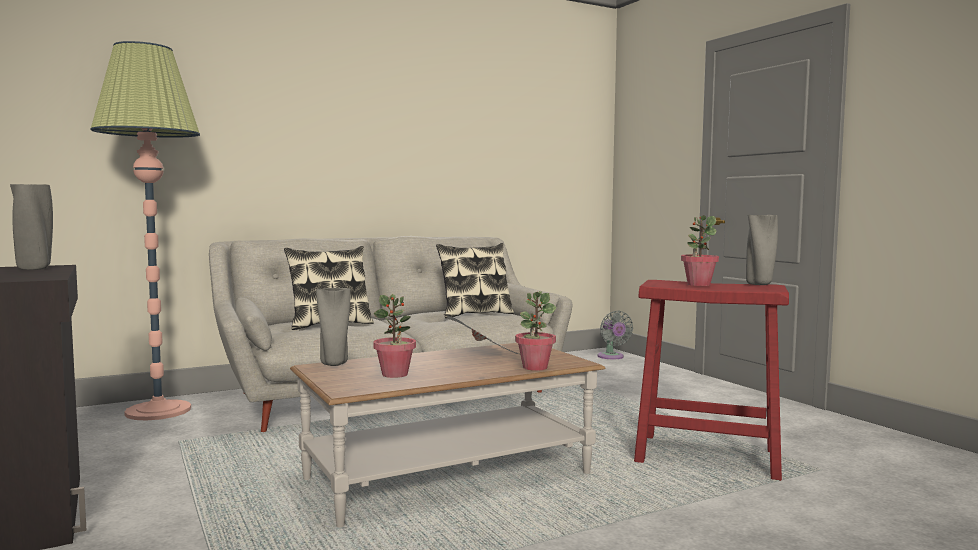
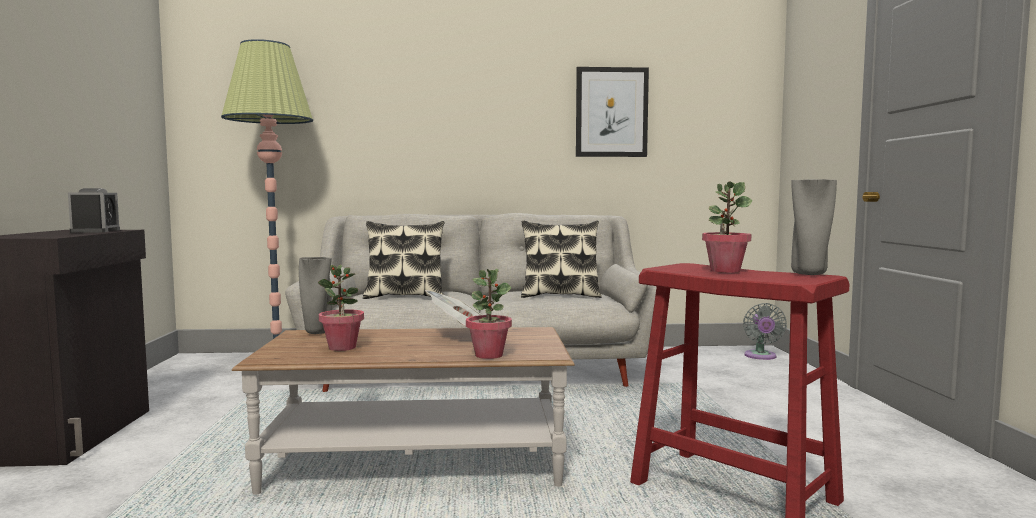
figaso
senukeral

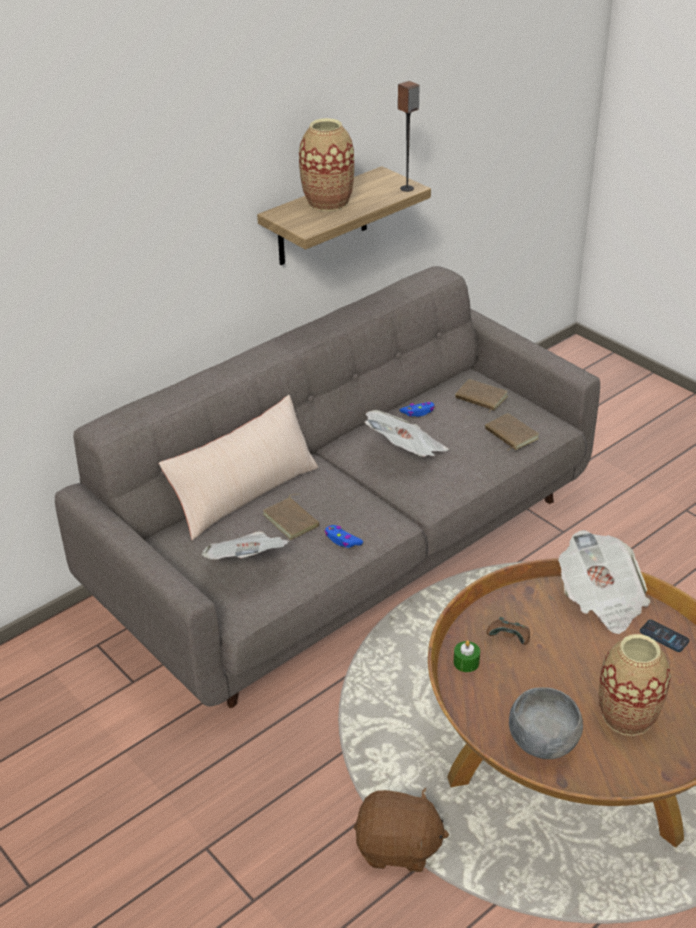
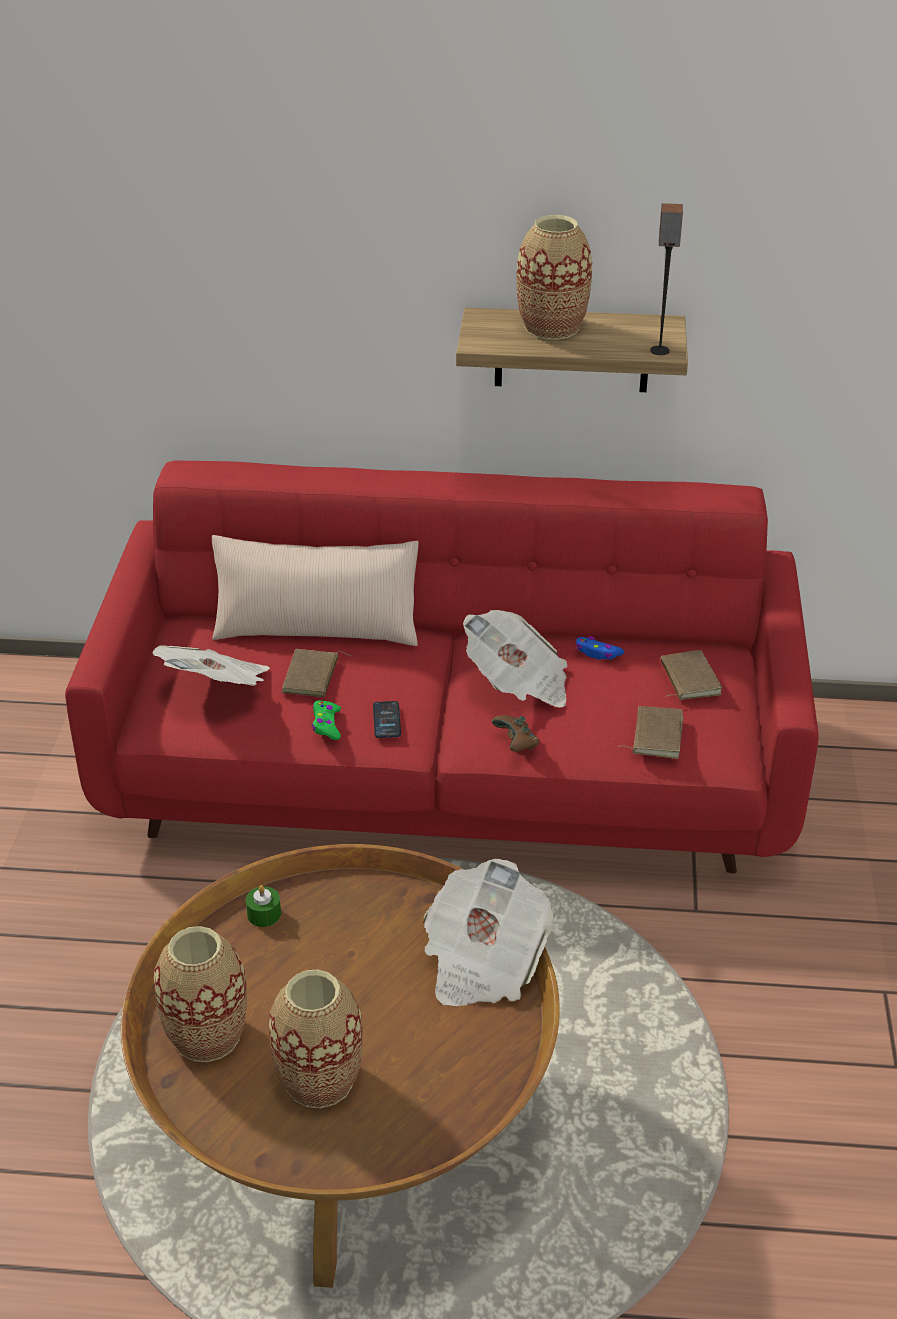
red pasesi
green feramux
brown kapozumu
brown feramux
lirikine (no. 1 from left)
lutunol

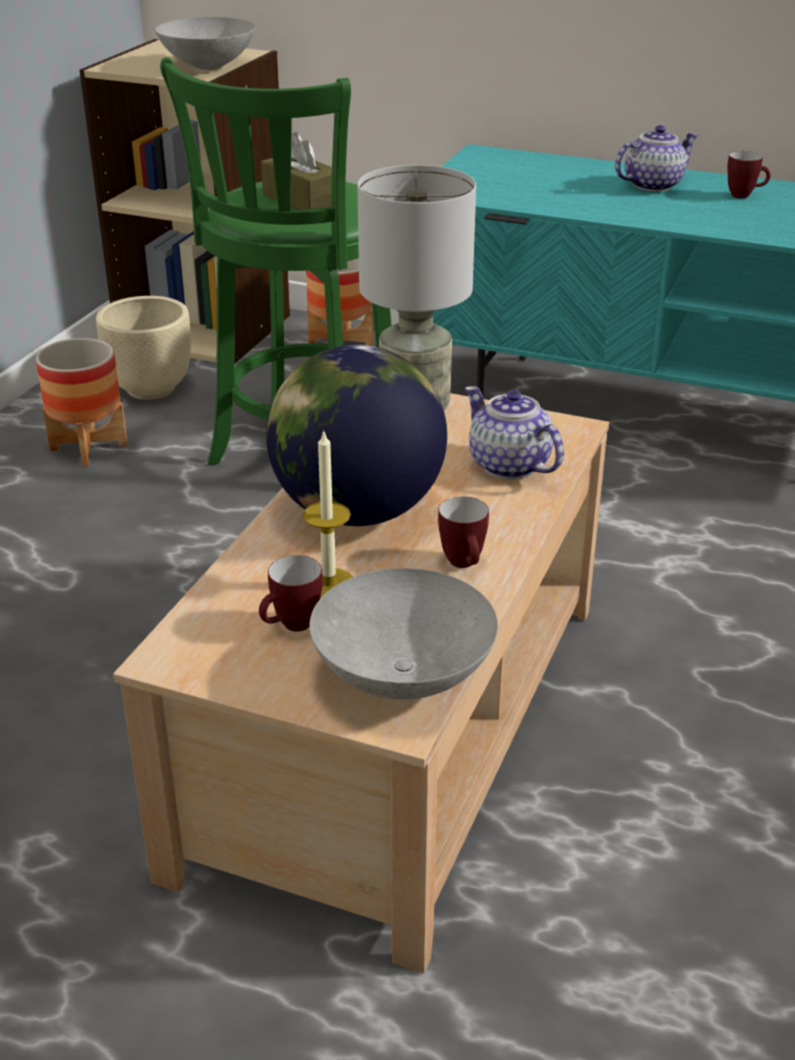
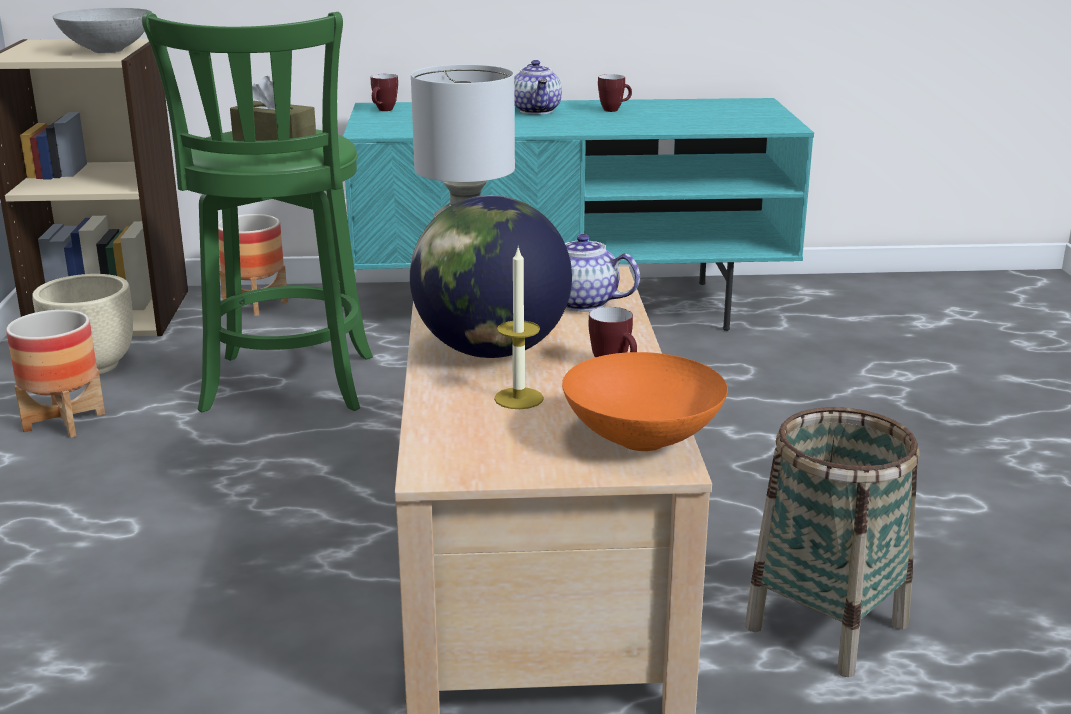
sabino (no. 1 from left)
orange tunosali
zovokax (no. 1 from left)
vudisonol

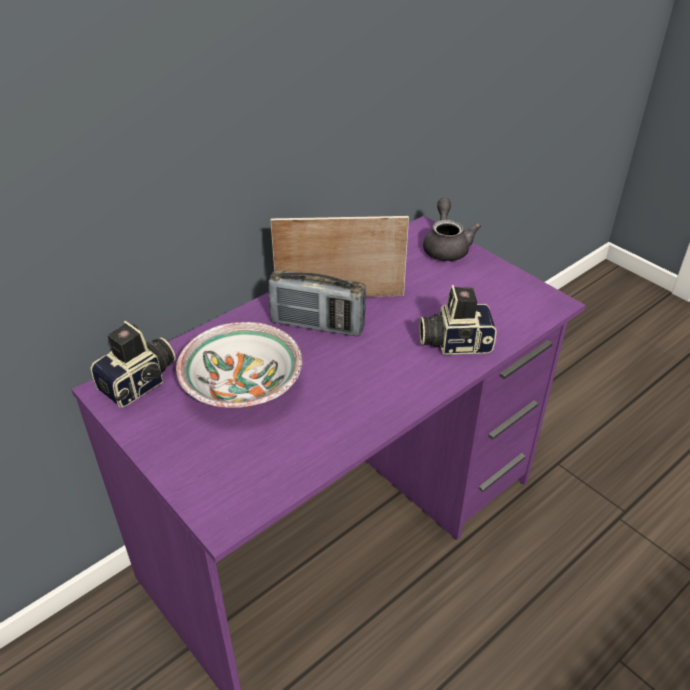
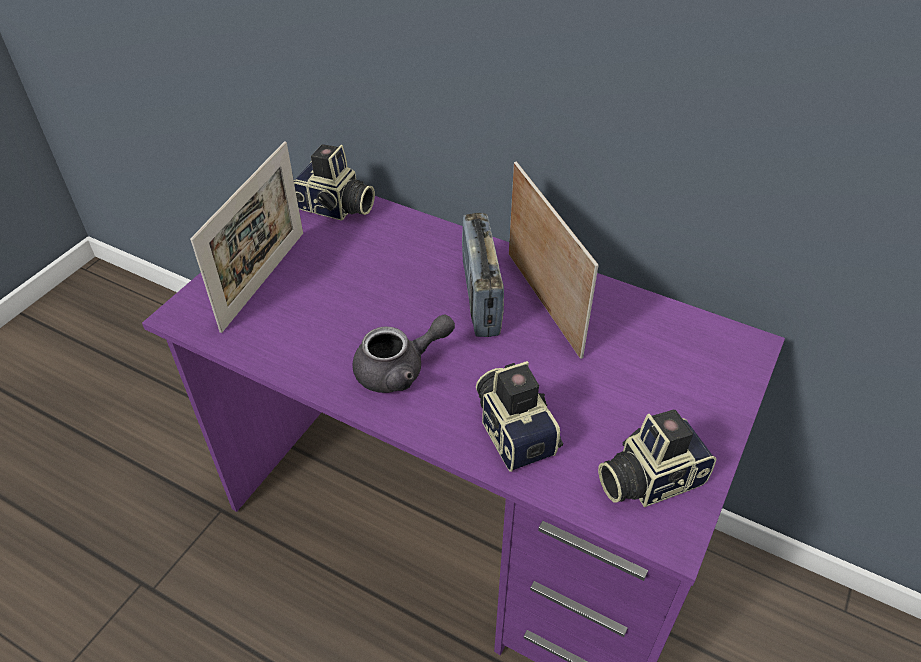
tunosali
grey zovokax
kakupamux (no. 1 from left)
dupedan (no. 3 from left)

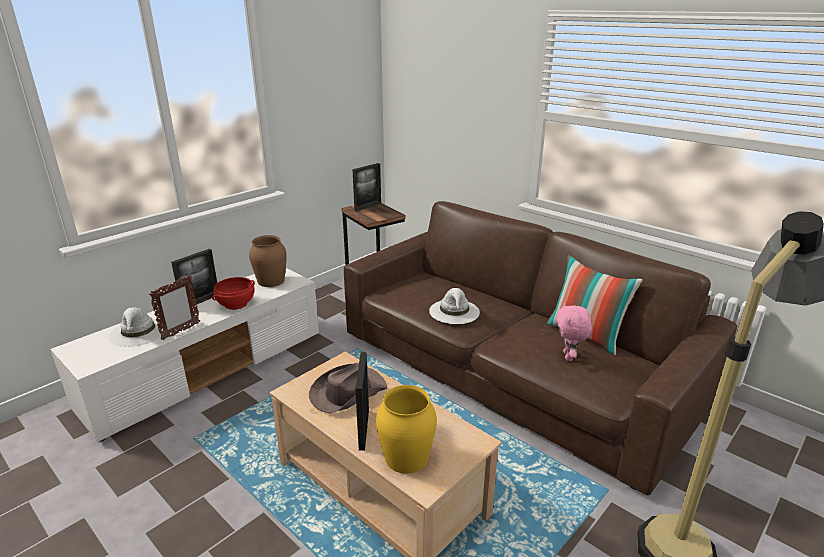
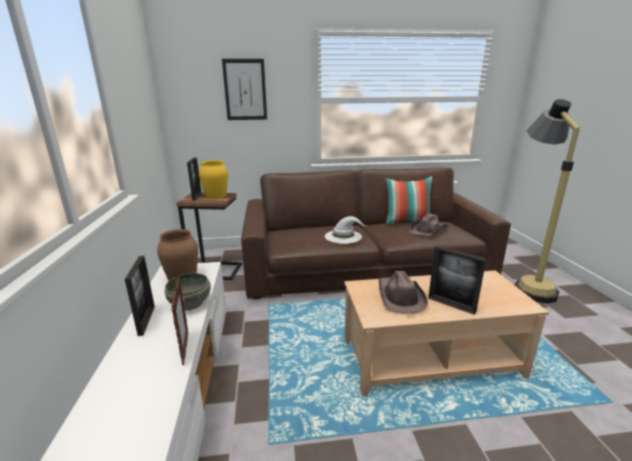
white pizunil (no. 1 from left in the first image)
grey tunosali
yellow lirikine
brown pizunil (no. 2 from left)
senukeral

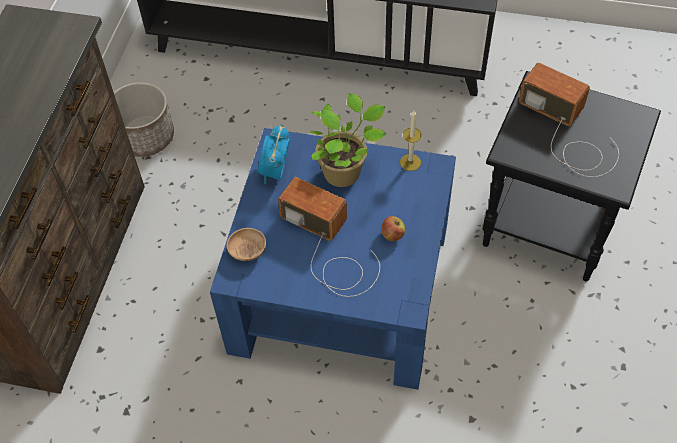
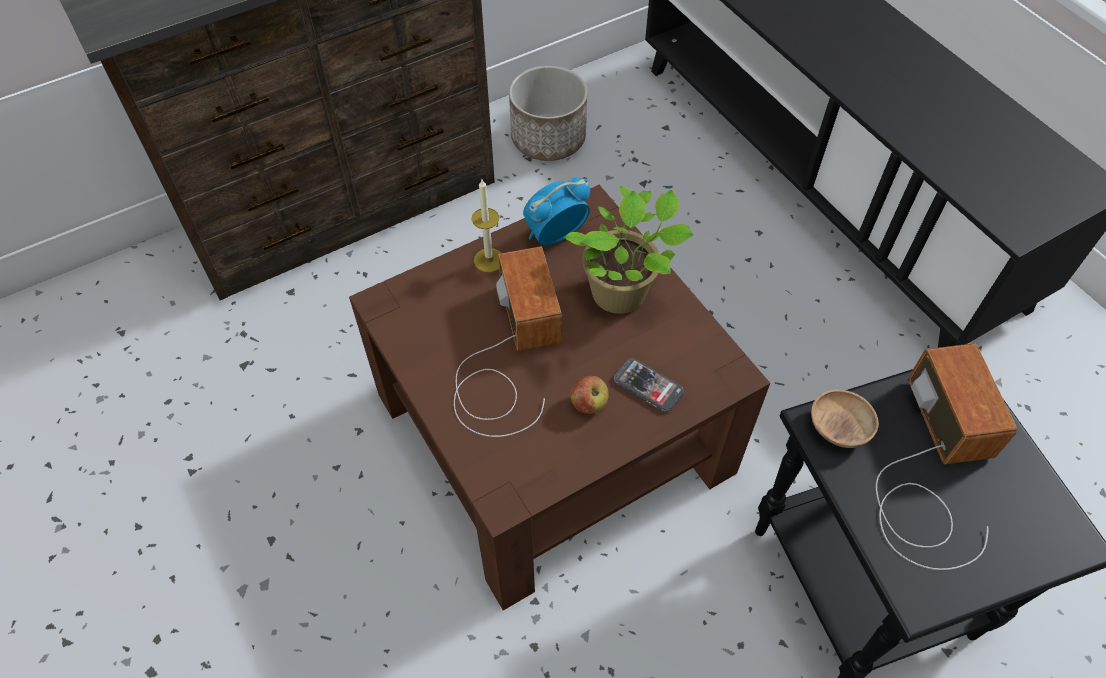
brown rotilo
brown tunosali
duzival
lutunol

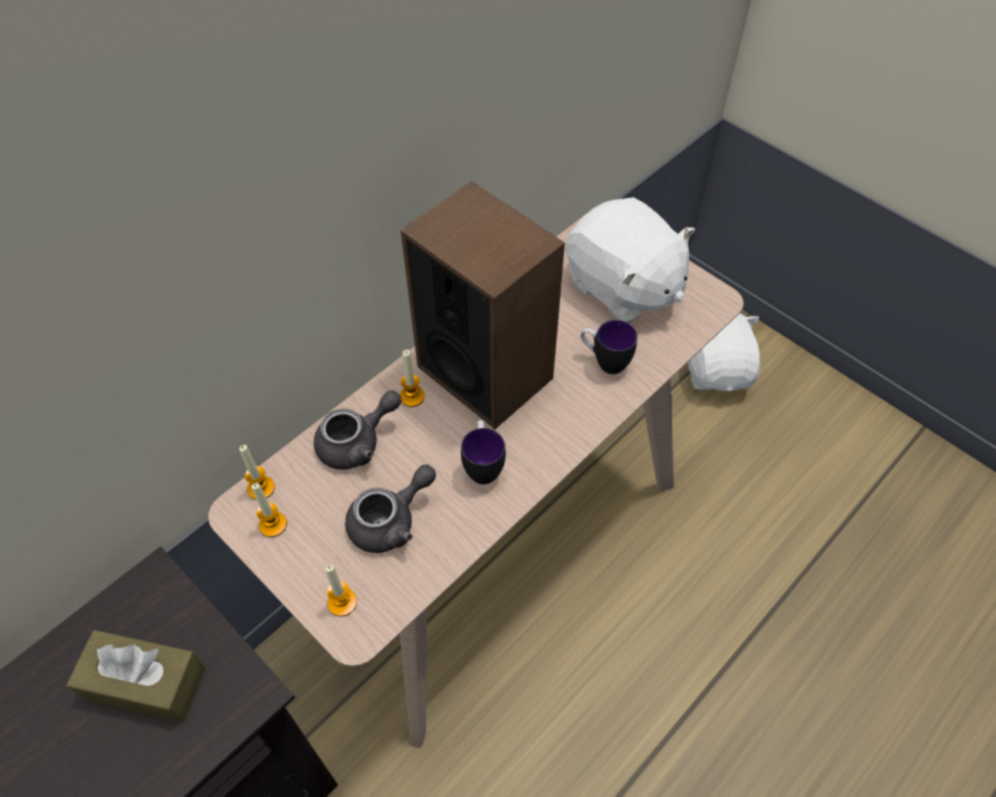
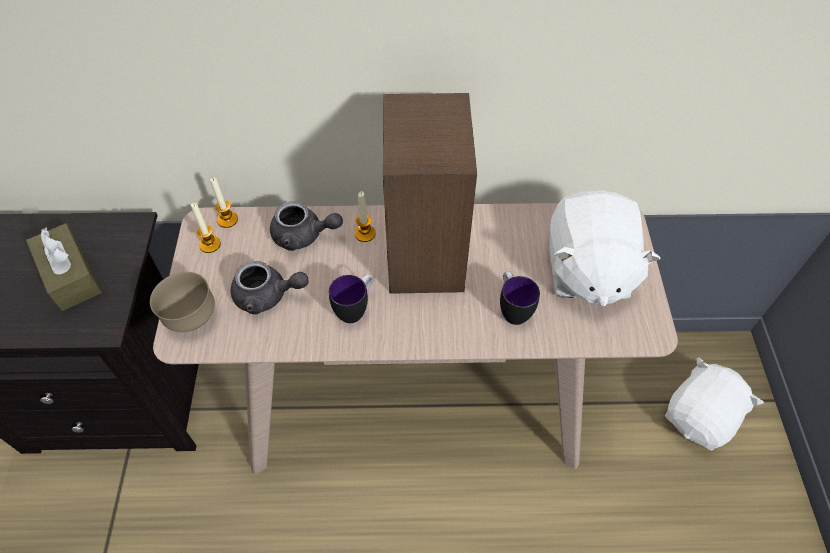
brown tunosali

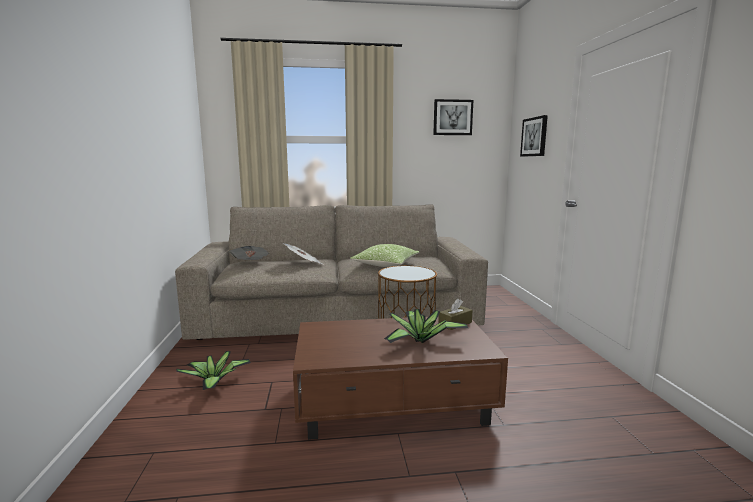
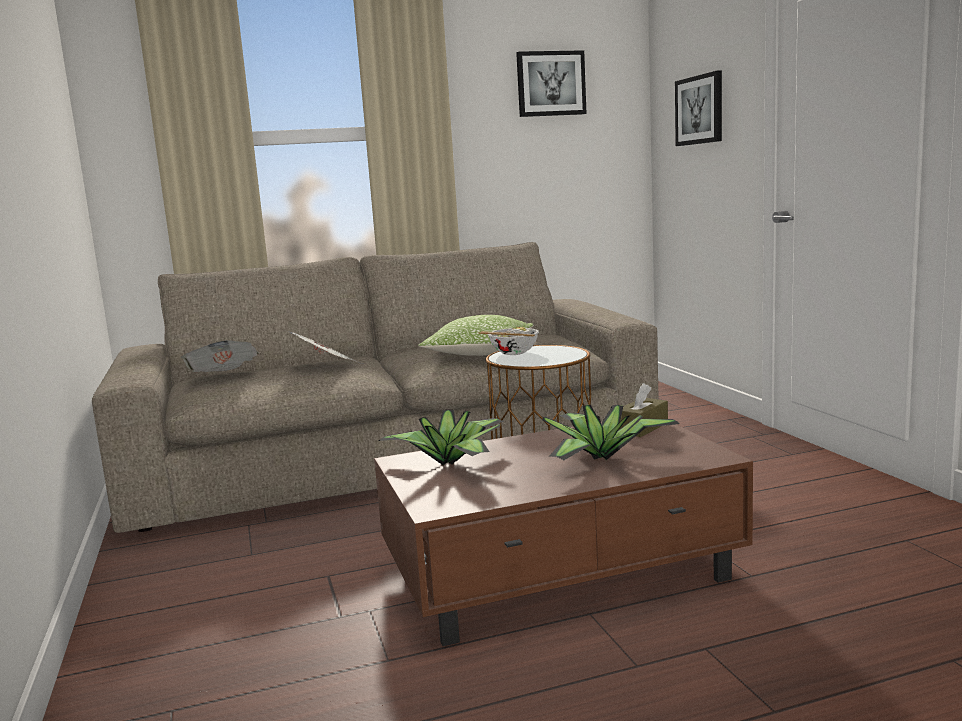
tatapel (no. 1 from left)
tunosali

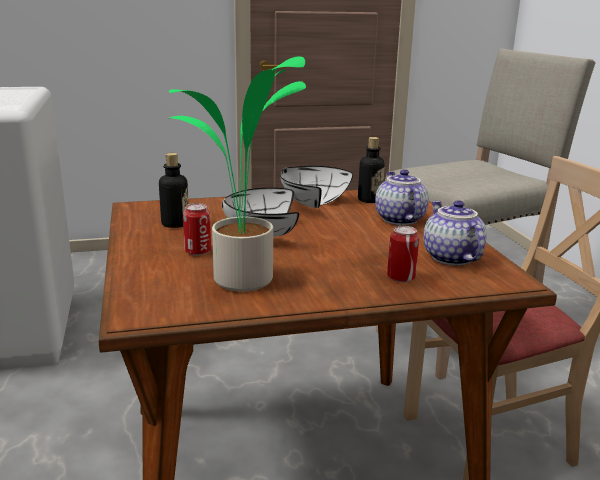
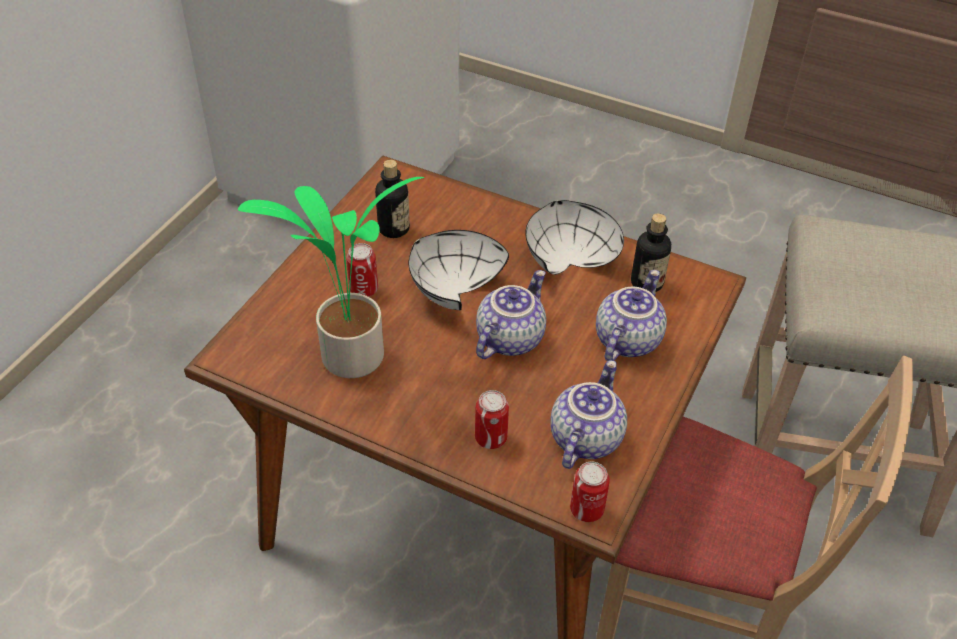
zovokax (no. 1 from left)
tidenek (no. 3 from left)

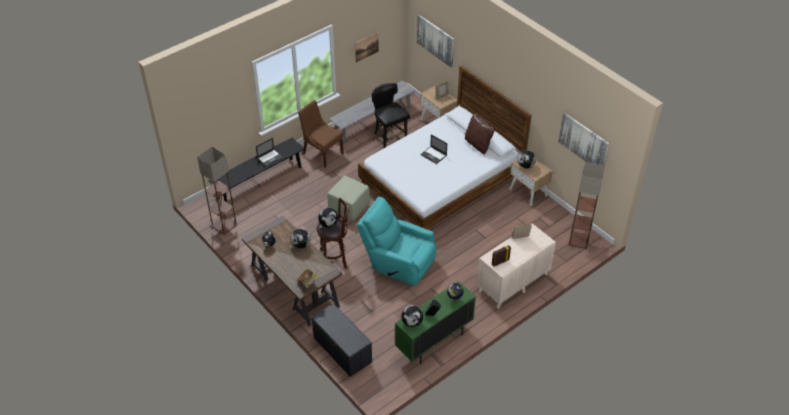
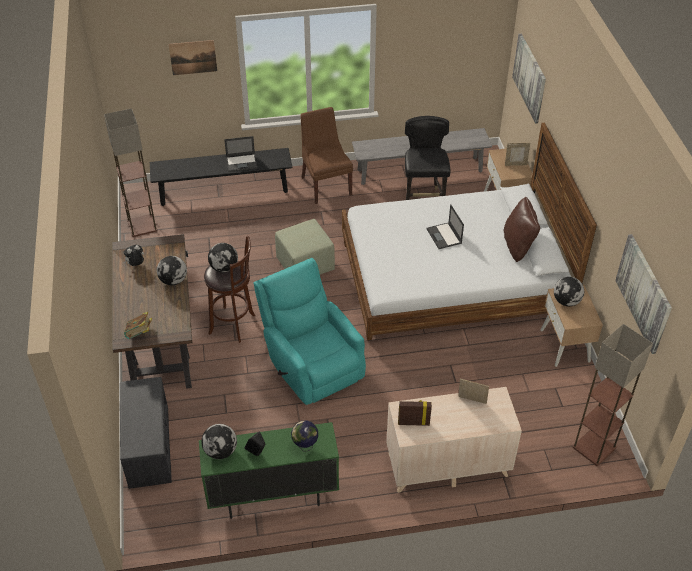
senukeral (no. 1 from left)

